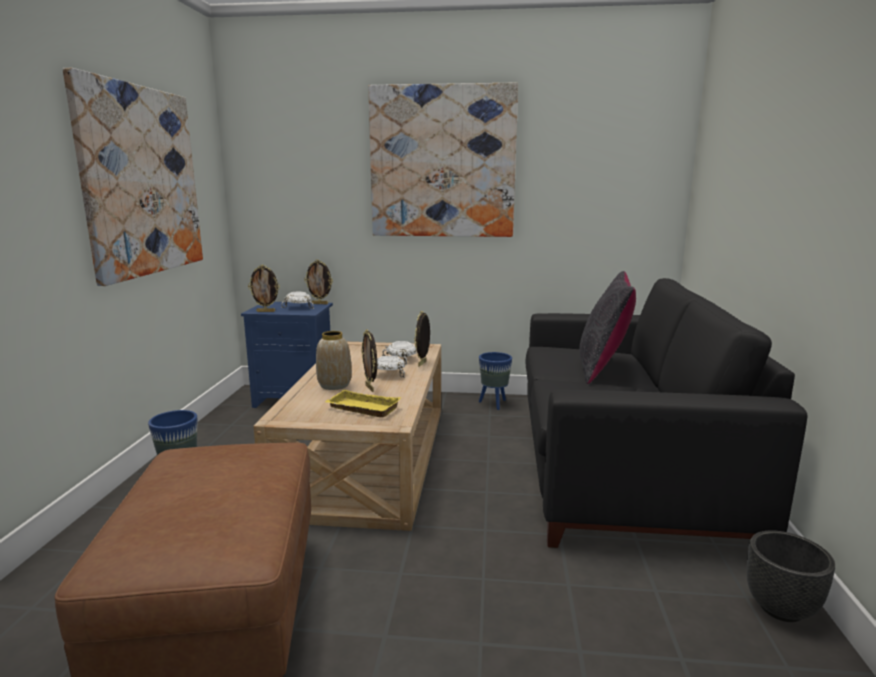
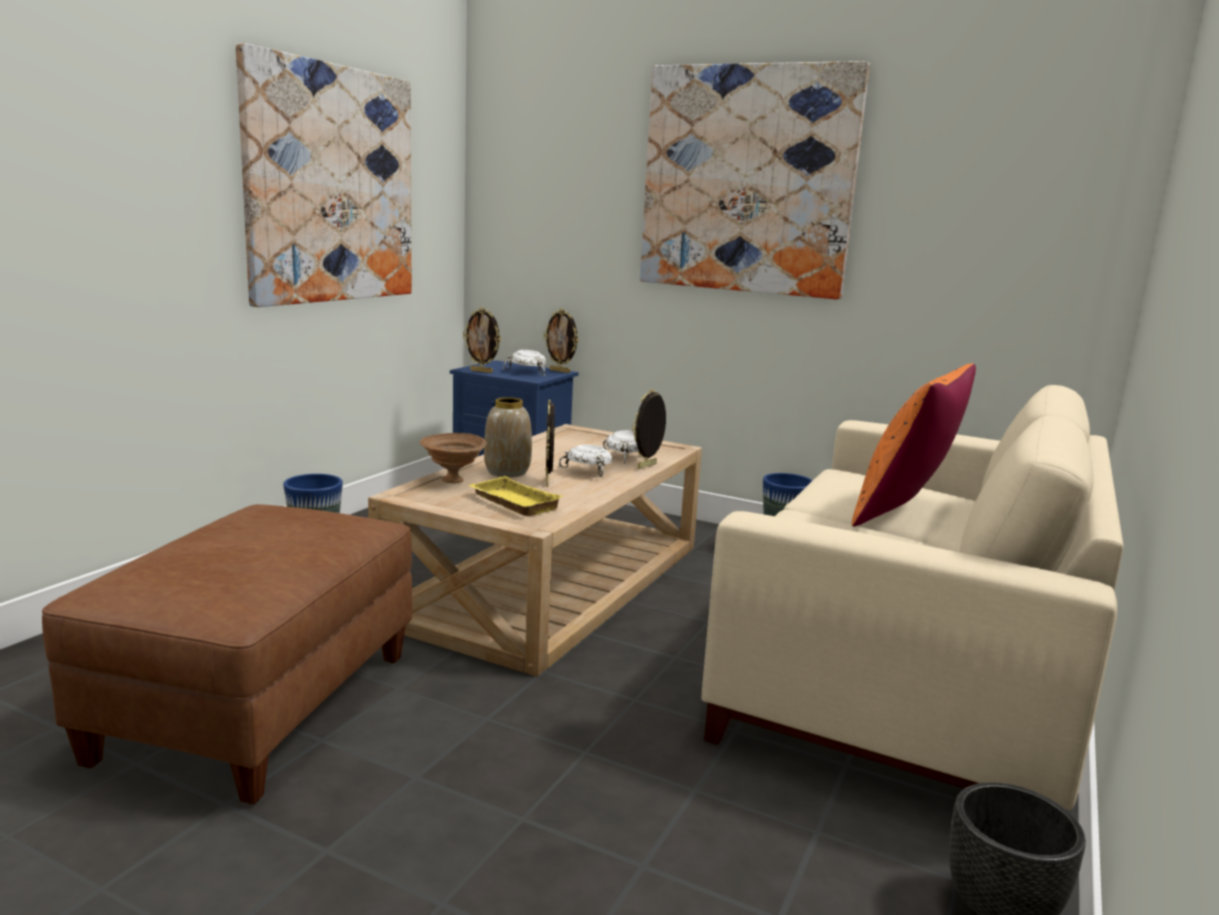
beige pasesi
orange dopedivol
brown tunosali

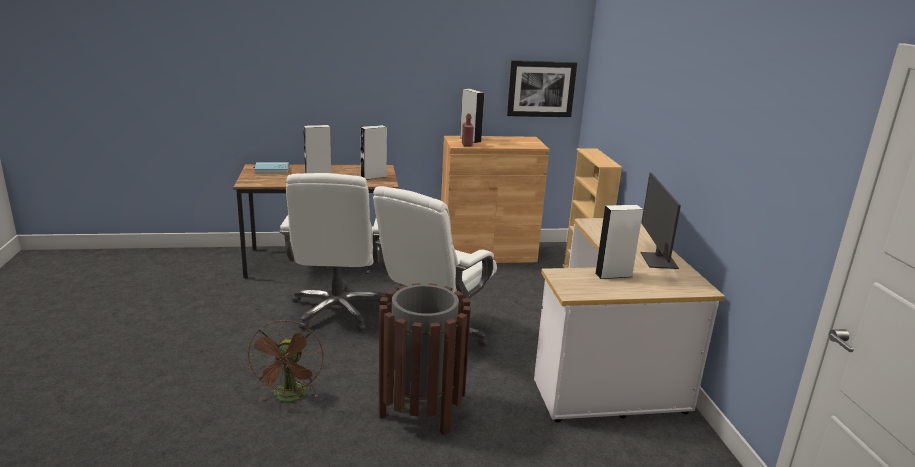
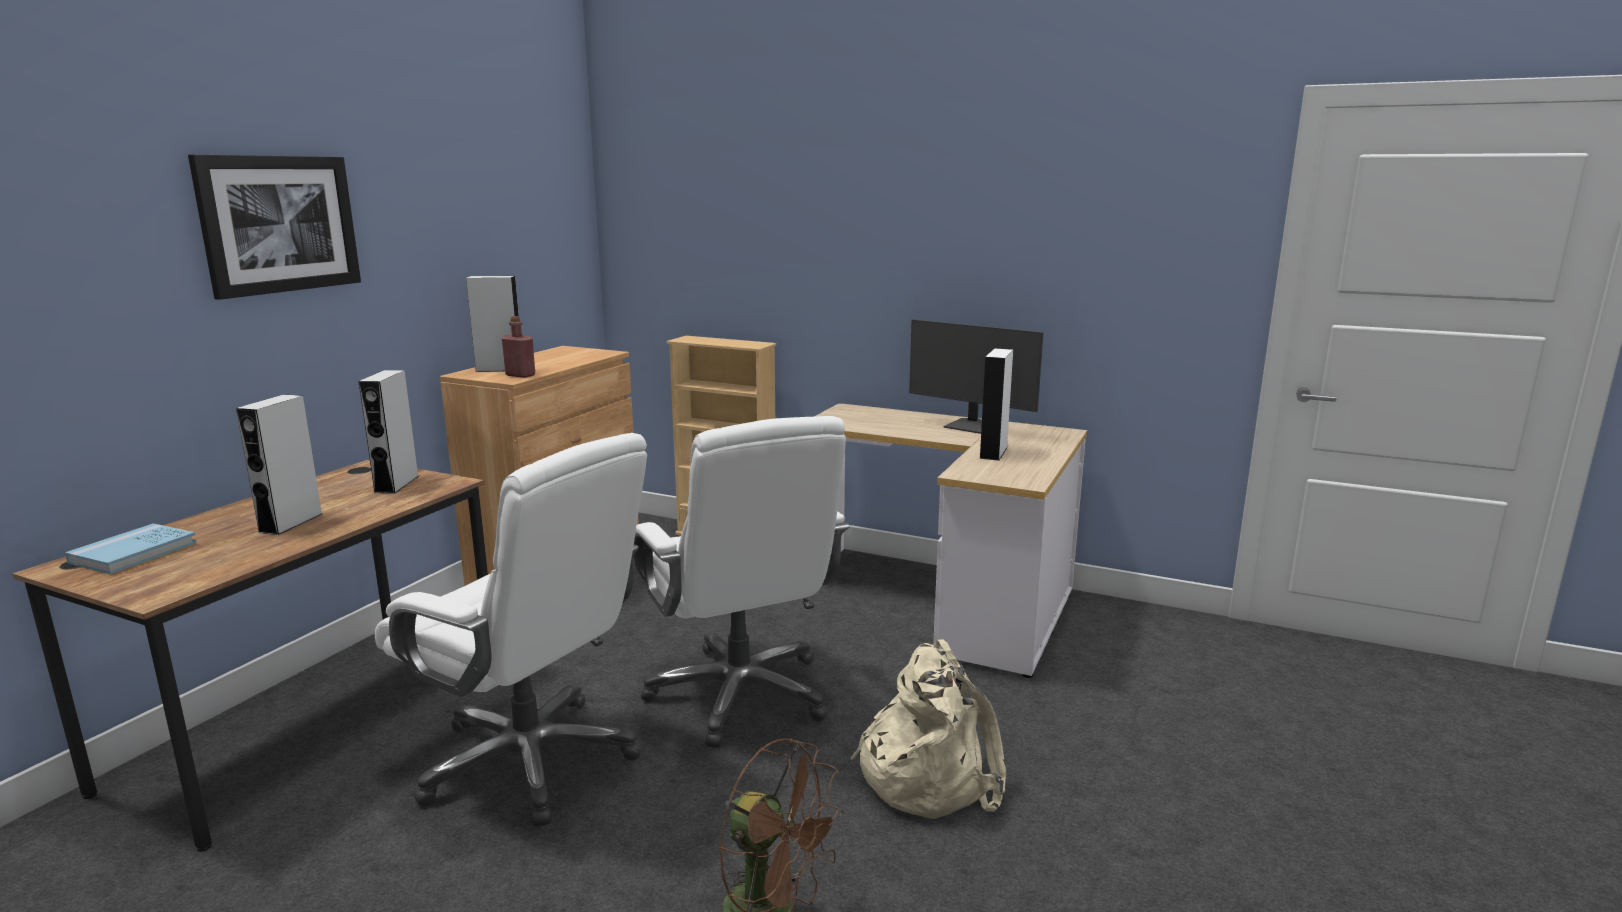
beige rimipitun
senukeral

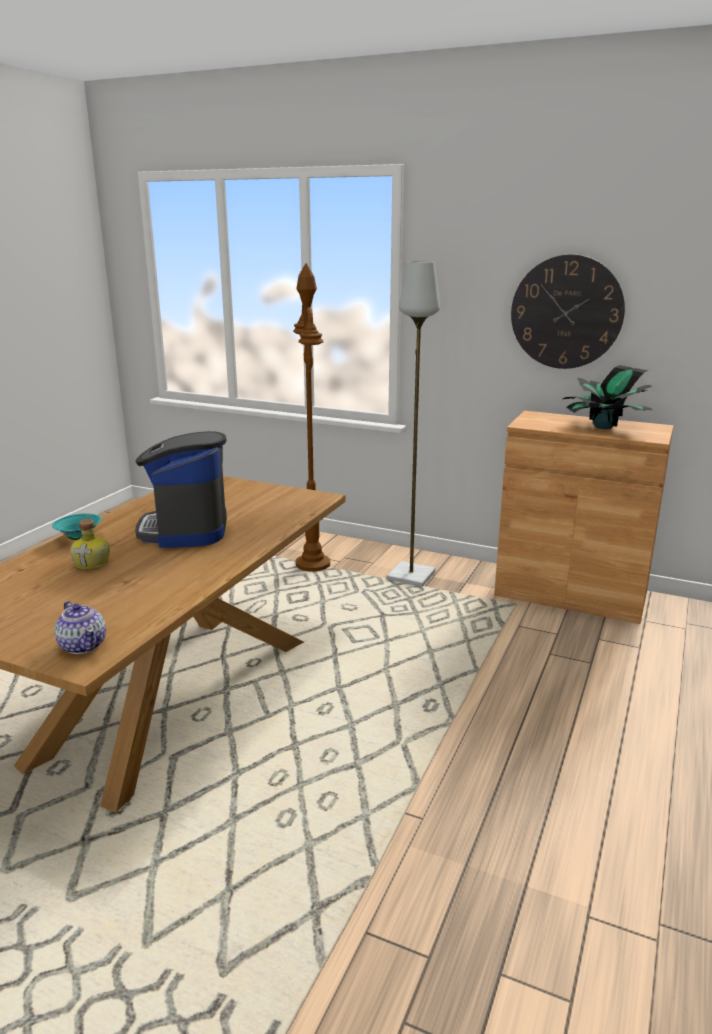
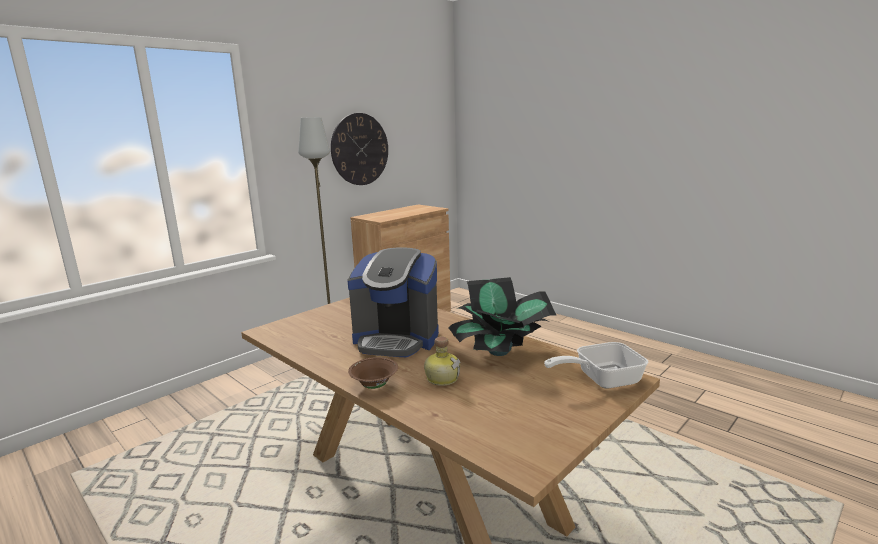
brown tunosali
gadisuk
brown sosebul
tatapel

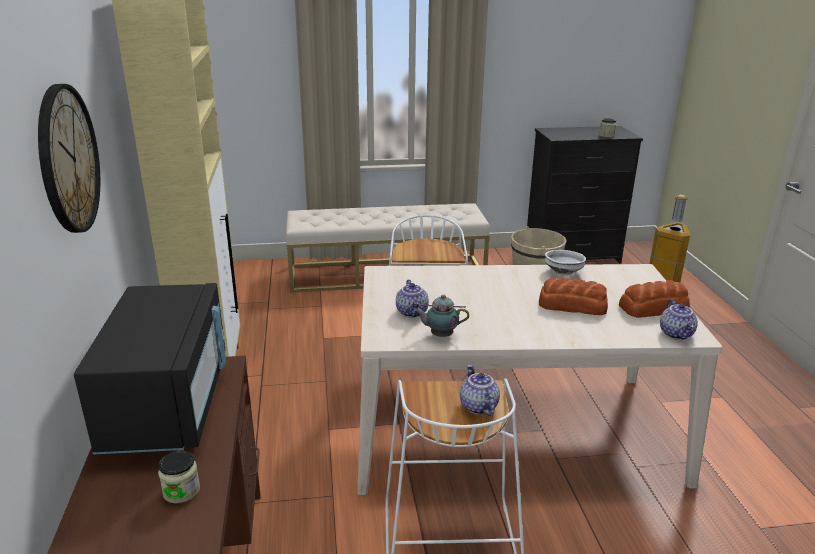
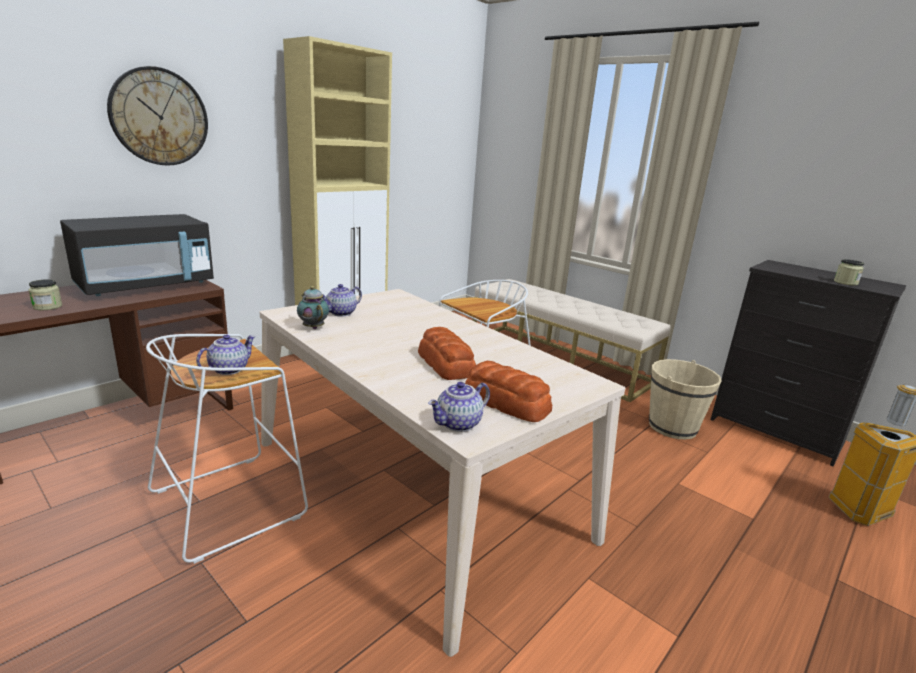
white tunosali

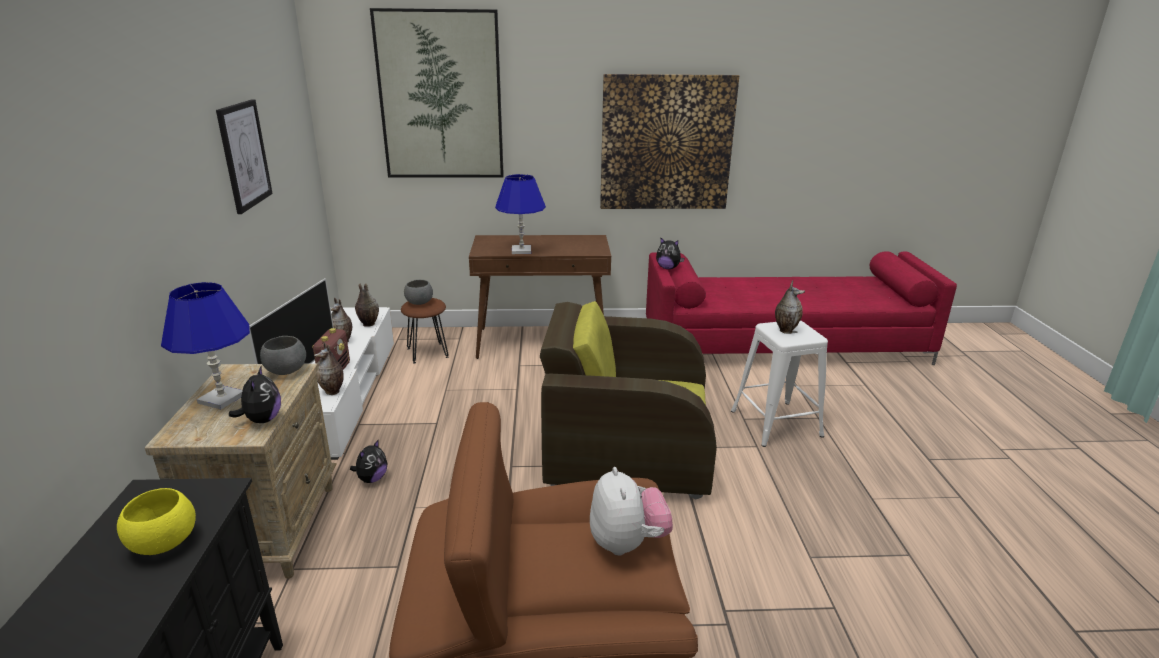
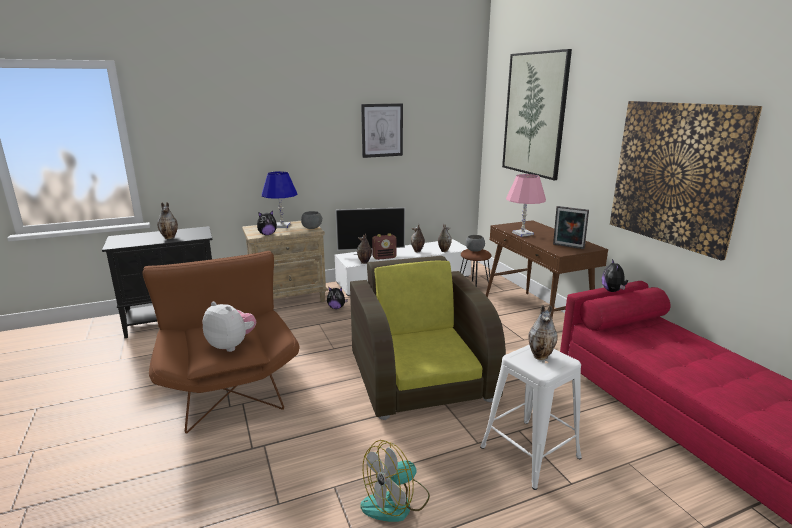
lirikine (no. 1 from left)
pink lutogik
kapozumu (no. 1 from left)
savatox
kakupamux

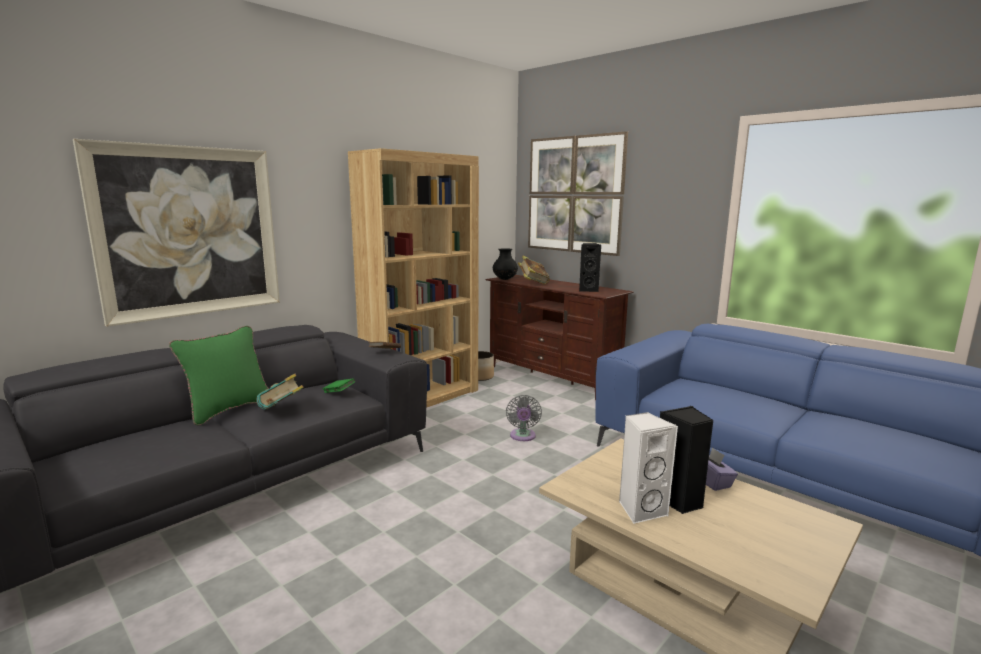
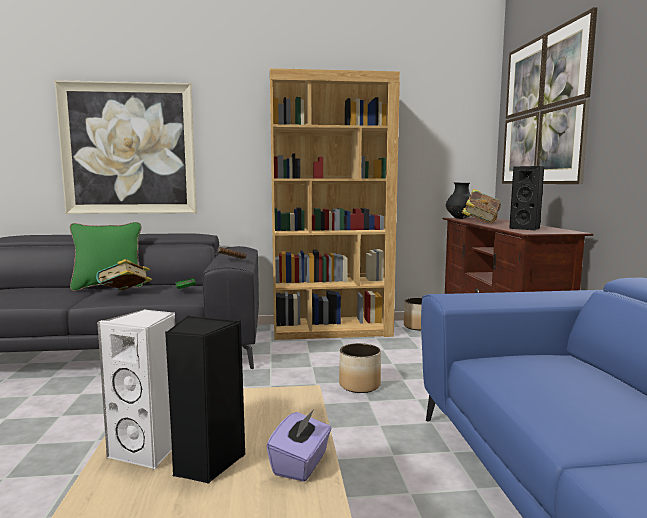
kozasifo (no. 1 from left)

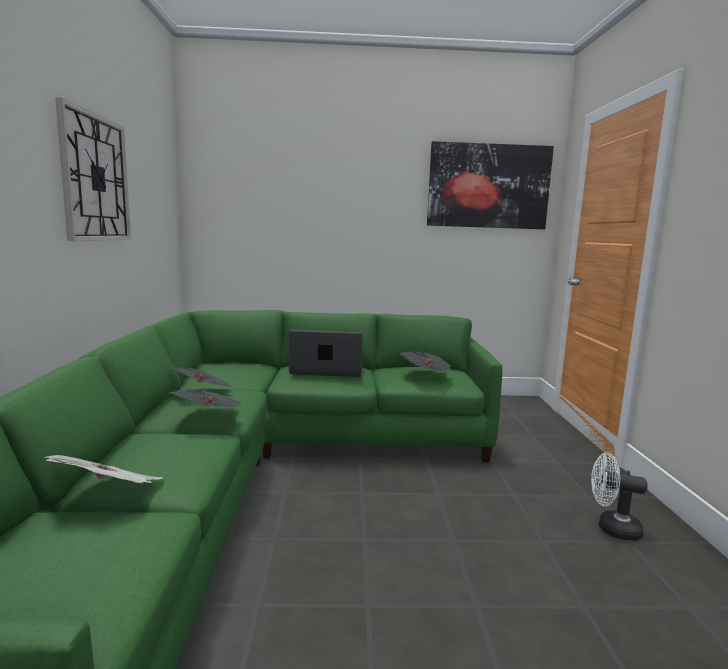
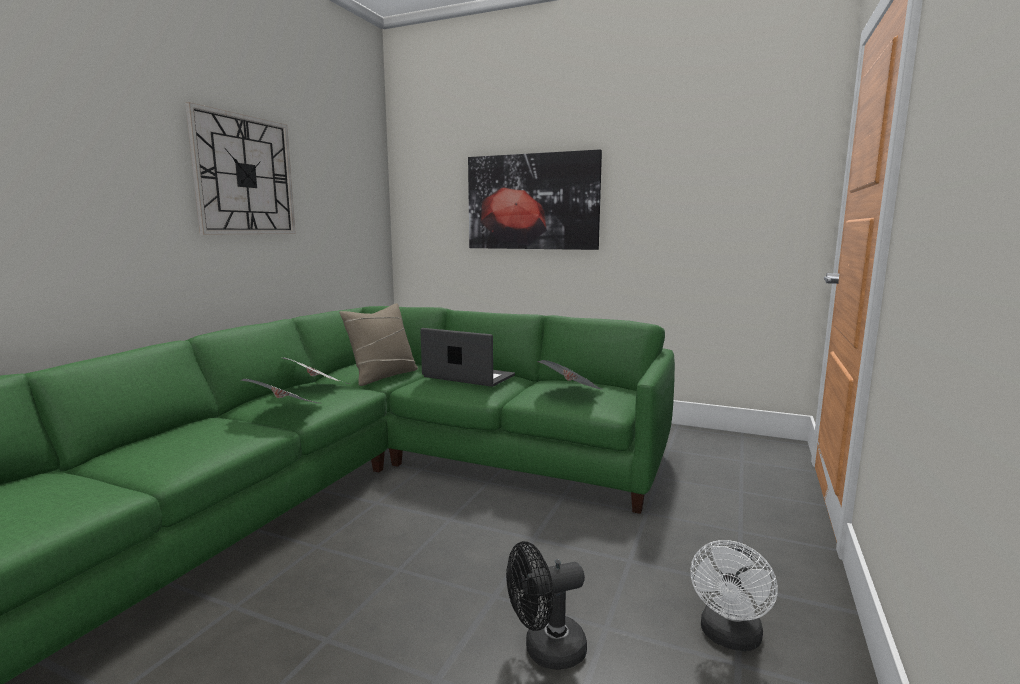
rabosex (no. 1 from left in the first image)
senukeral
white savatox
beige dopedivol
black savatox

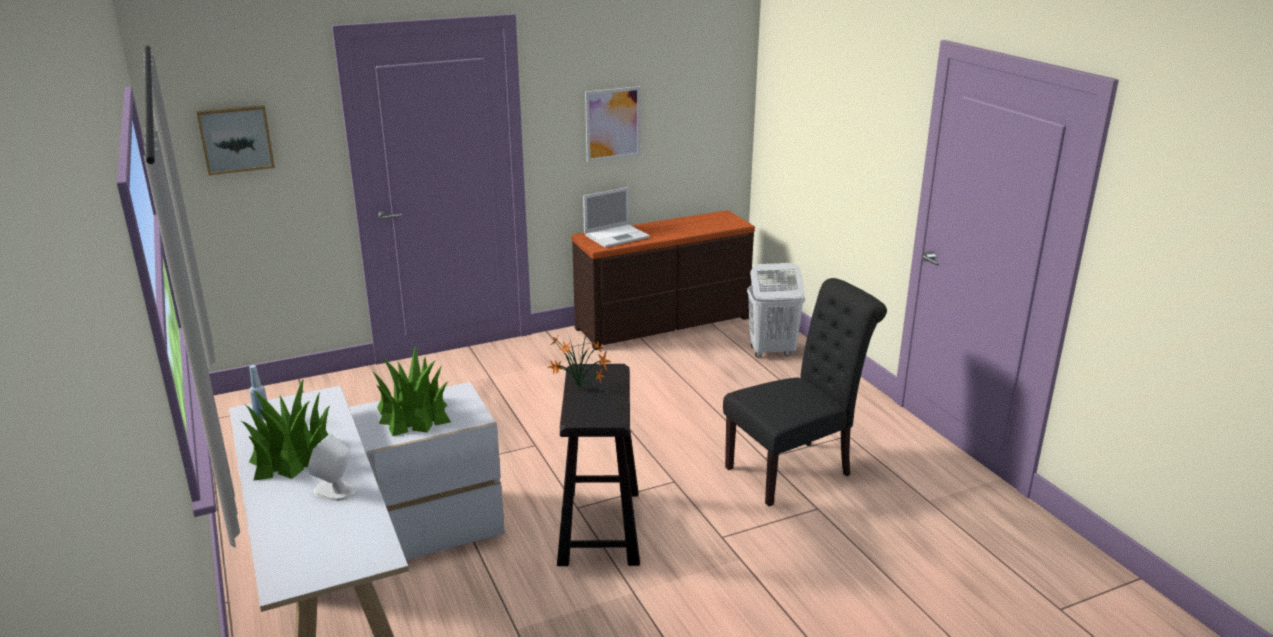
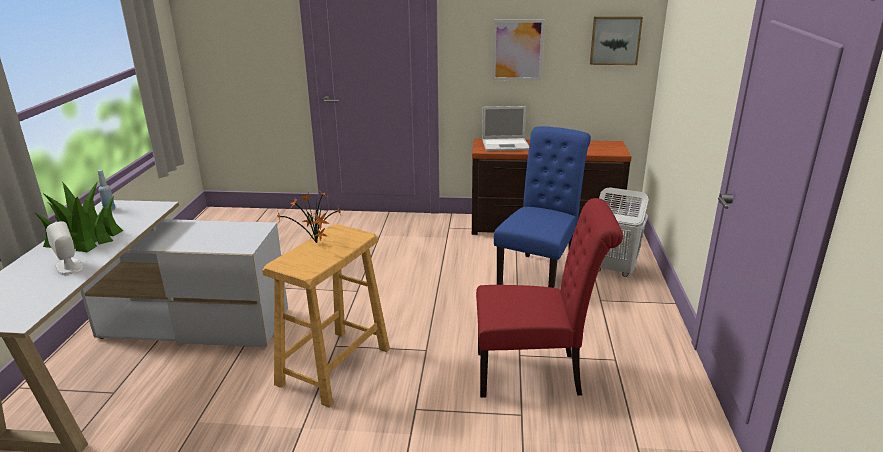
senukeral (no. 2 from left)
tatapel (no. 2 from left in the first image)
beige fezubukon
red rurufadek
blue rurufadek

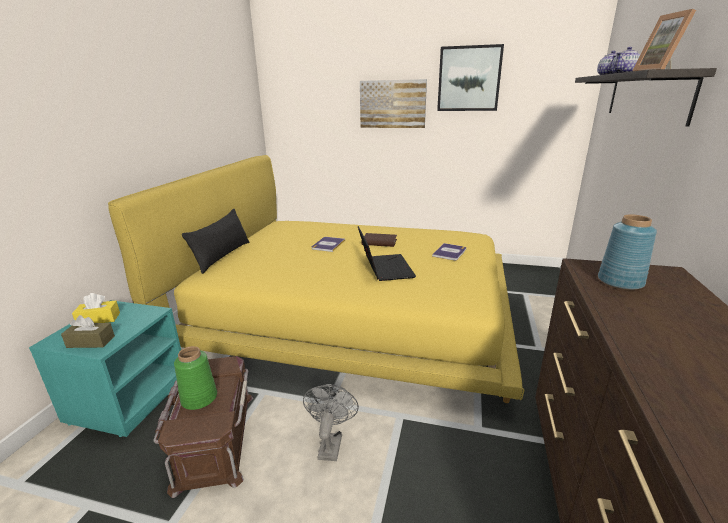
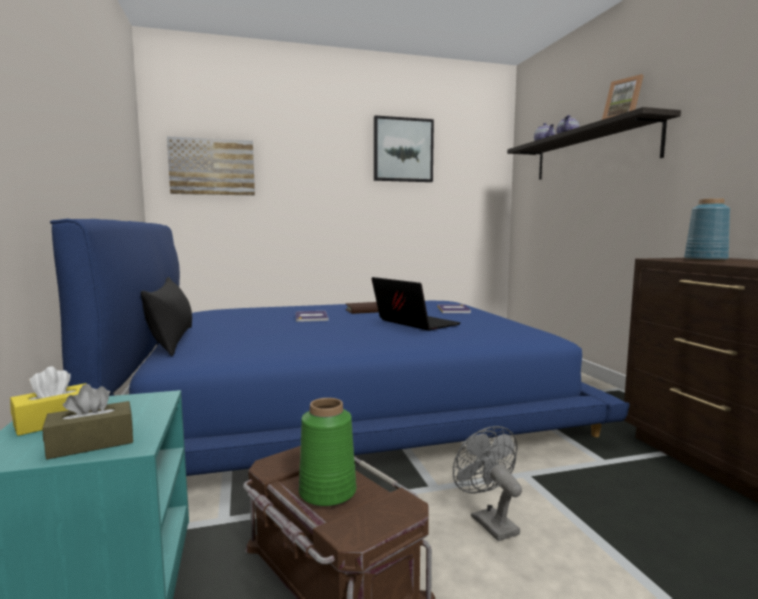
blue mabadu
senukeral (no. 1 from left)

